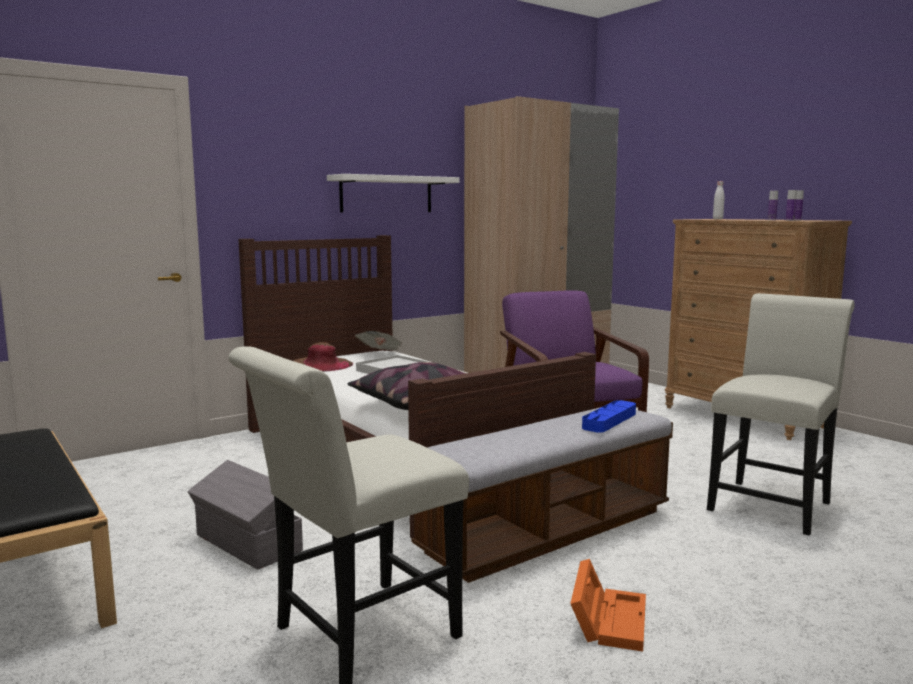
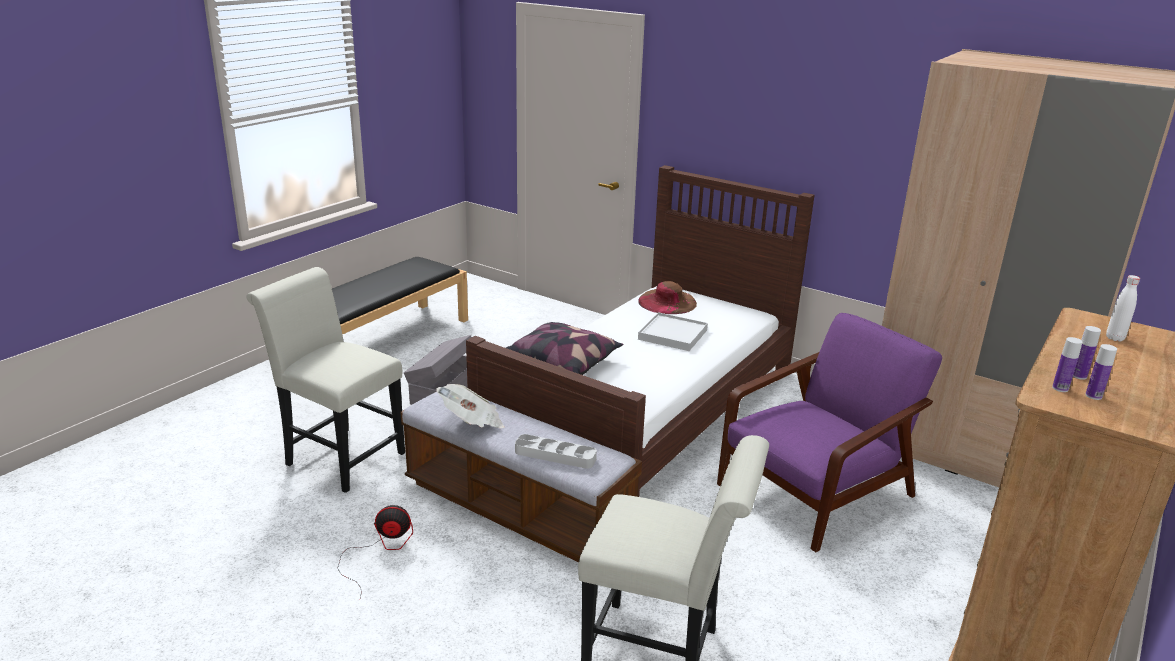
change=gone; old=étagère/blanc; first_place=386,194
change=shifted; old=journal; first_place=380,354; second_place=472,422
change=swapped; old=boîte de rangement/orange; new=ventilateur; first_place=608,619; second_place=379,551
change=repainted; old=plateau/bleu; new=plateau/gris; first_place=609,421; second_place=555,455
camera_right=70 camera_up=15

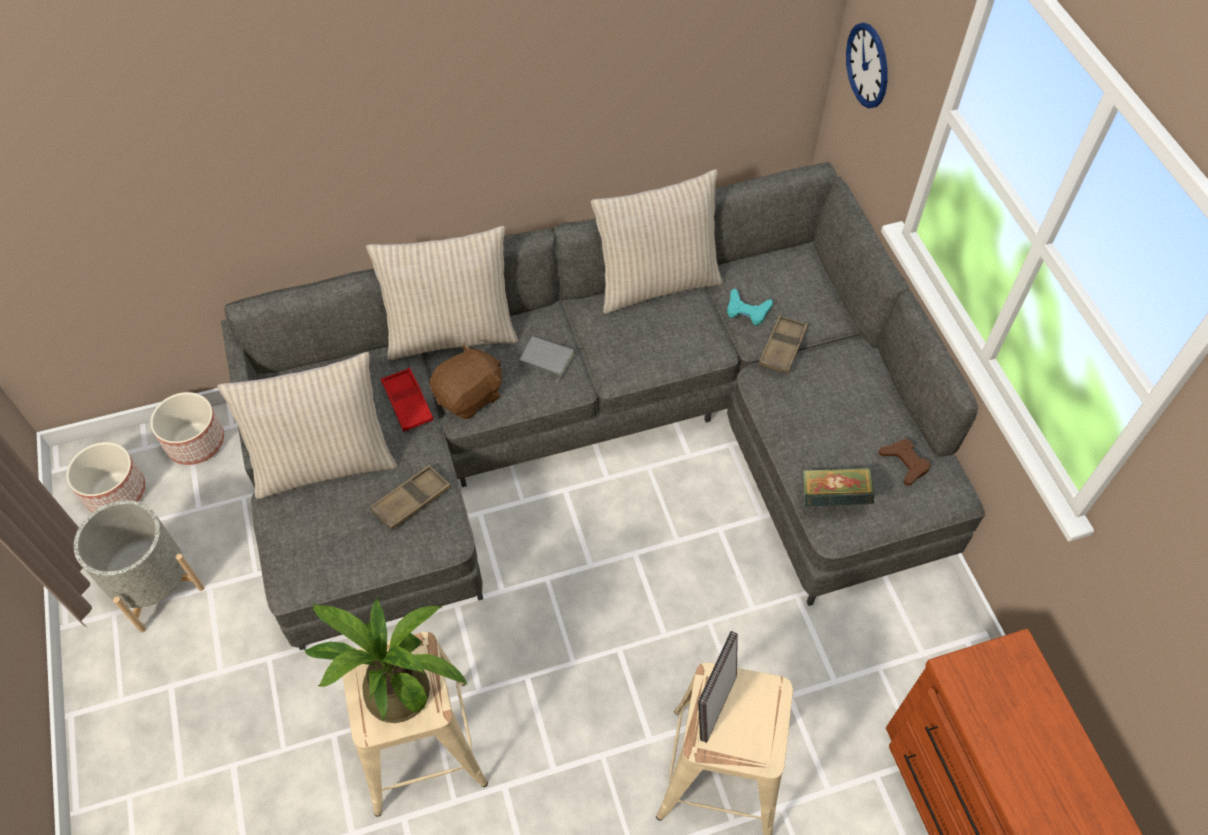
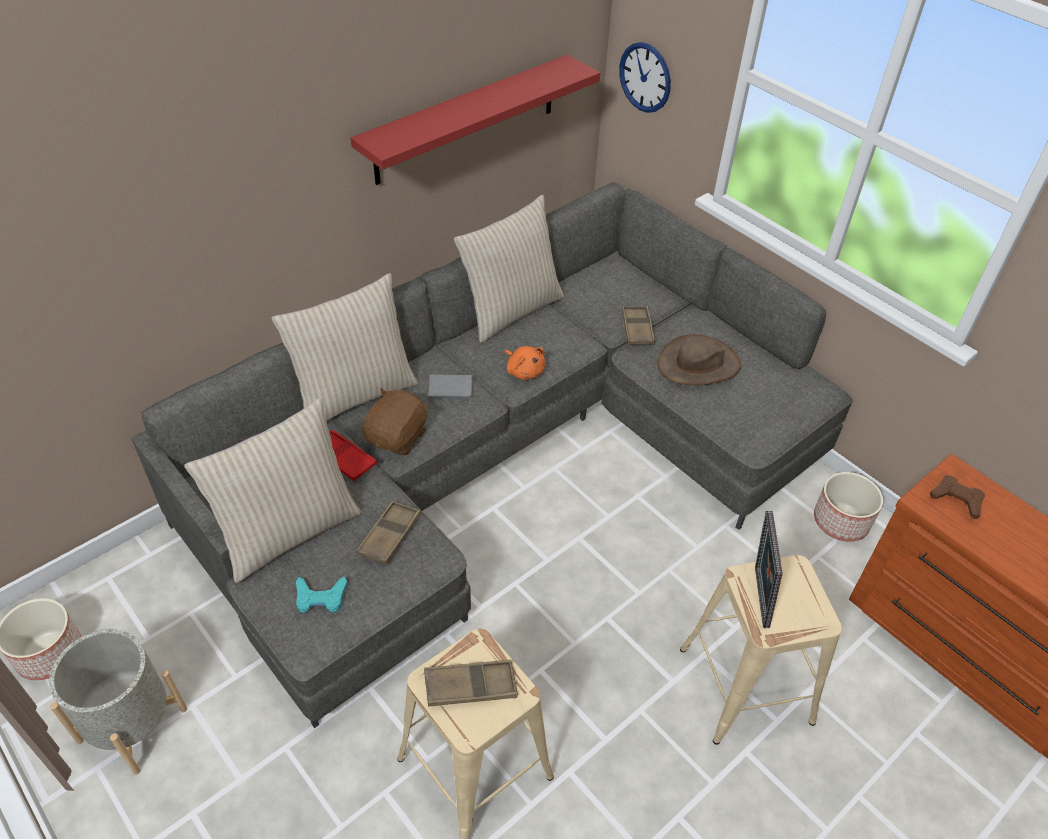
change=gone; old=livre; first_place=833,498
change=new; new=étagère/rouge; second_place=466,120
change=new; new=peluche/orange; second_place=524,371
change=new; new=chapeau/marron; second_place=699,365
change=shifted; old=cache-pot; first_place=196,441; second_place=840,520
change=shifted; old=manette/turquoise; first_place=747,310; second_place=320,598
change=shifted; old=manette/marron; first_place=904,463; second_place=957,499
change=swapped; old=plante en pot; new=plateau/marron; first_place=393,686; second_place=470,686
camera_right=-25 camera_up=-10

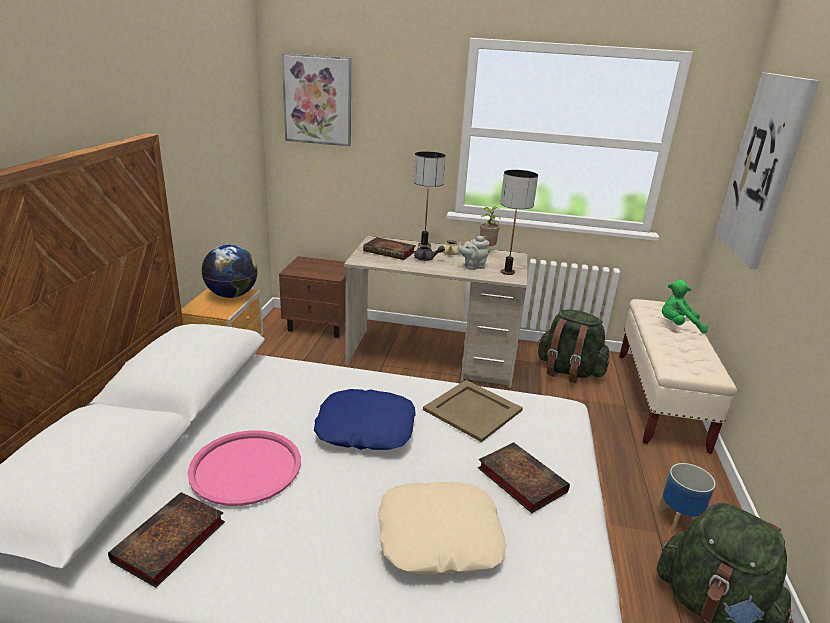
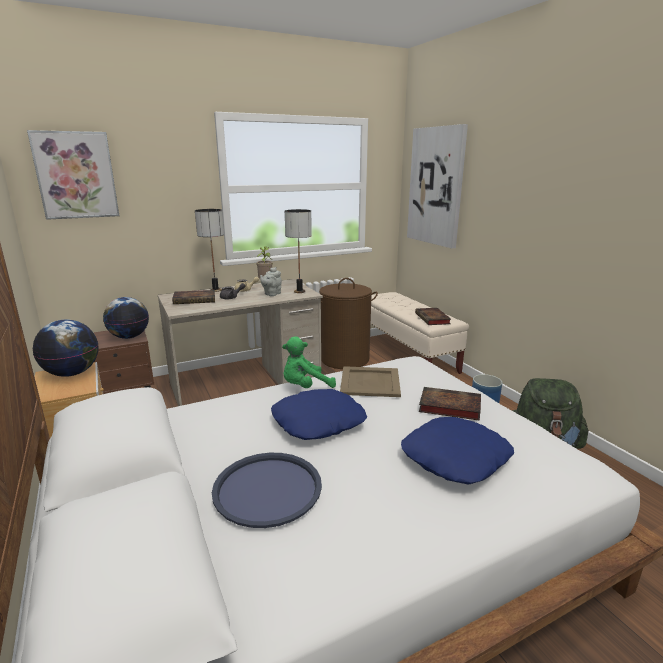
change=new; new=globe; second_place=129,337
change=shifted; old=livre; first_place=168,544; second_place=433,319
change=shifted; old=peluche/vert; first_place=678,325; second_place=305,387
change=swapped; old=sac à dos/vert; new=panier à linge/marron; first_place=568,372; second_place=344,359
change=repainted; old=plateau/rose; new=plateau/bleu; first_place=245,468; second_place=267,489
change=repainted; old=coussin/beige; new=coussin/bleu; first_place=439,535; second_place=454,457
camera_right=-35 camera_up=-5

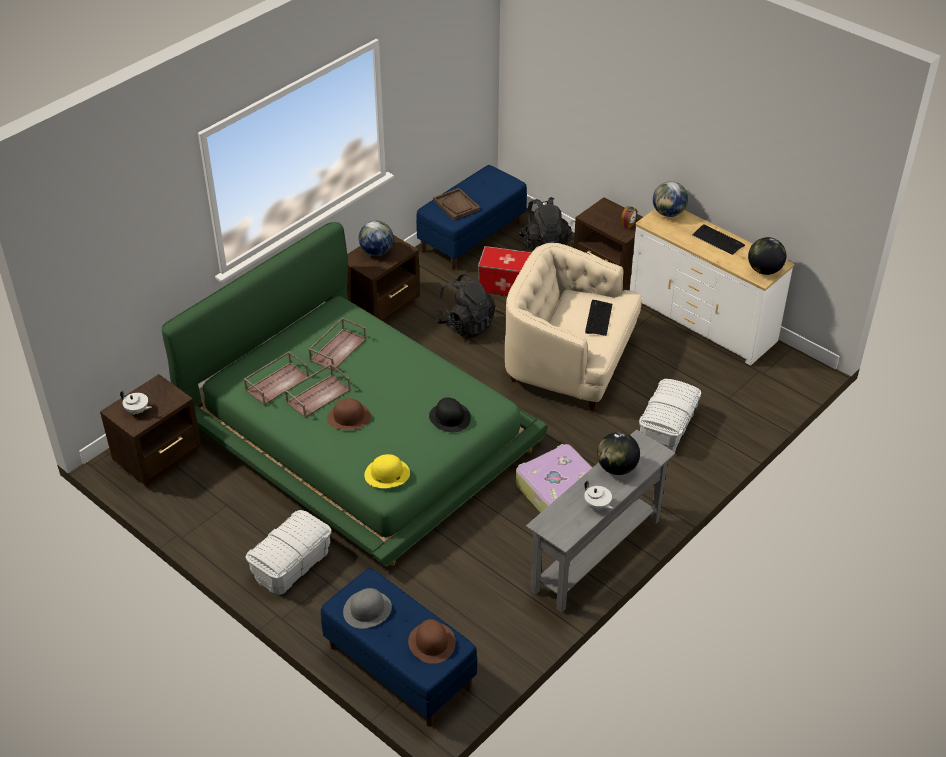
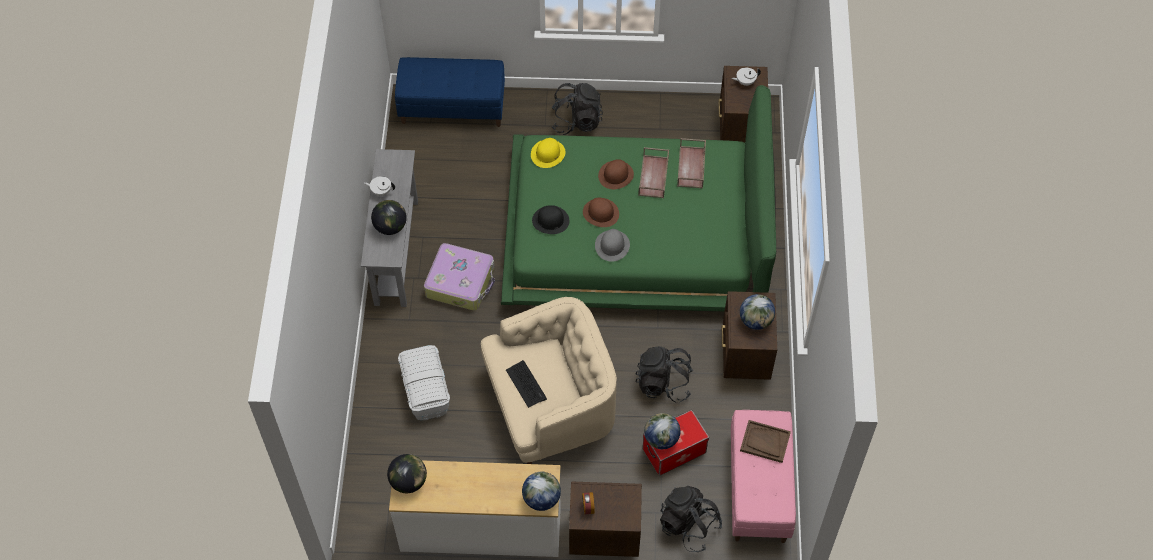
change=gone; old=plateau/marron; first_place=338,349
change=gone; old=clavier; first_place=718,240
change=new; new=globe; second_place=661,439
change=shifted; old=chapeau/gris; first_place=367,609; second_place=612,245
change=shifted; old=chapeau/marron; first_place=431,642; second_place=601,213
change=swapped; old=boîte de rangement/blanc; new=sac à dos/noir; first_place=292,565; second_place=576,121
change=repainted; old=banc/bleu; new=banc/rose; first_place=472,237; second_place=759,489
camera_right=140 camera_up=15

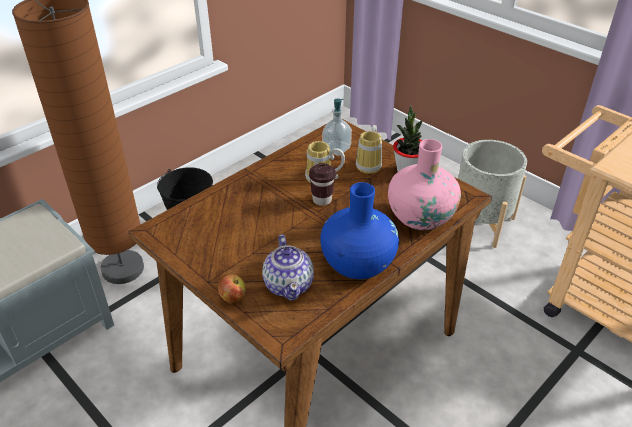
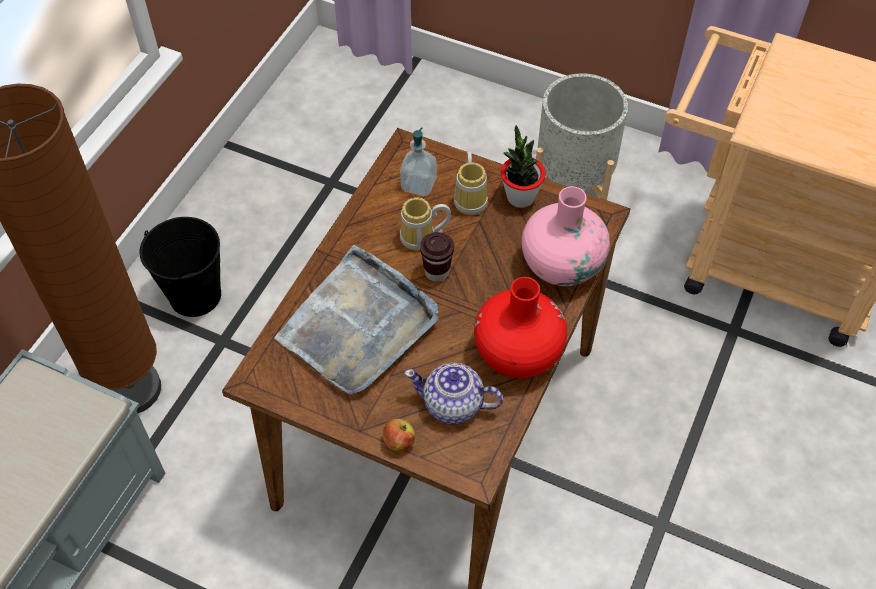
change=new; new=plateau/gris; second_place=358,325
change=repainted; old=vase/bleu; new=vase/rouge; first_place=357,264; second_place=517,353
change=rotated; old=théière; first_place=289,284; second_place=453,405; degrees=135
camera_right=-20 camera_up=15

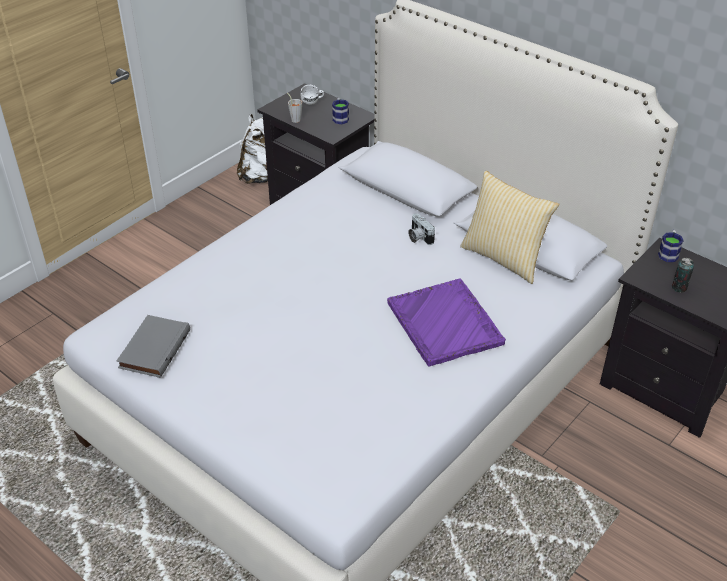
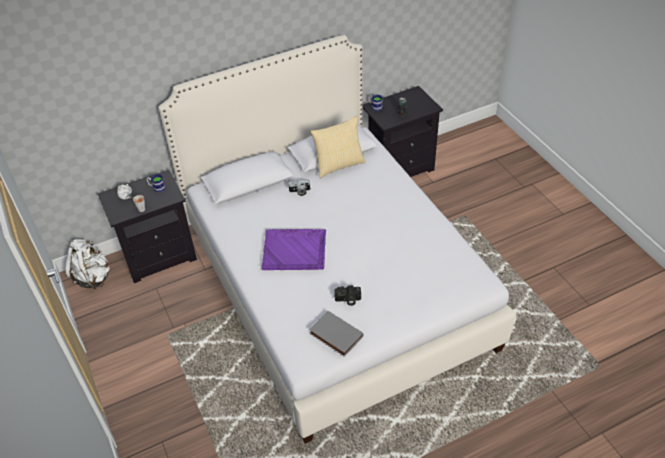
change=new; new=appareil photo; second_place=348,300
change=shifted; old=plateau/violet; first_place=445,324; second_place=295,250
camera_right=-65 camera_up=5

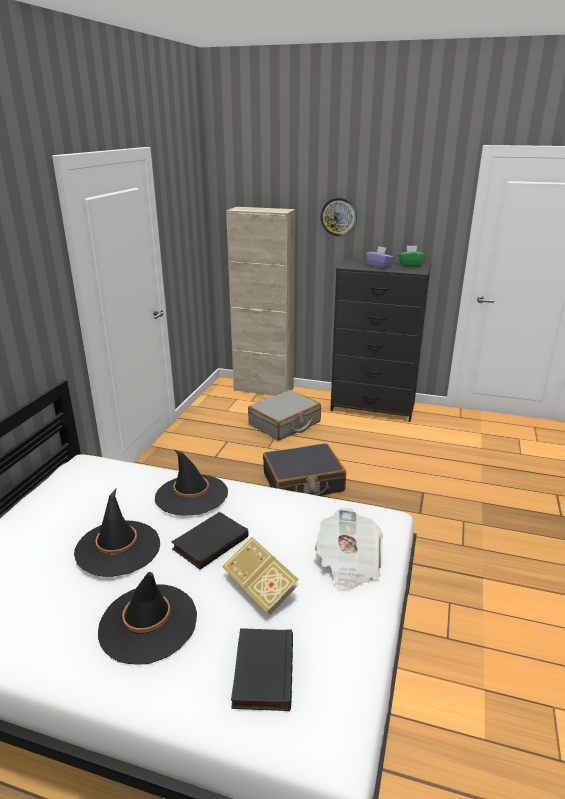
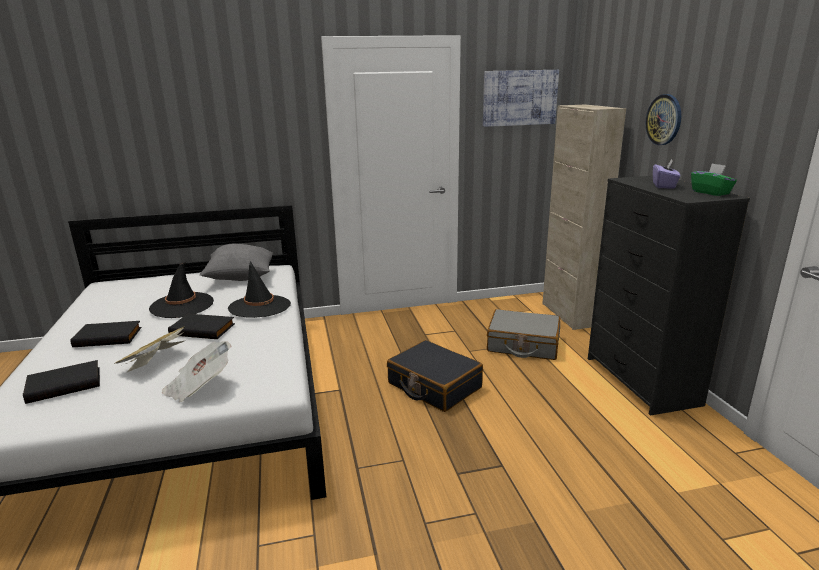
change=new; new=coussin/gris; second_place=240,278
change=new; new=tableau; second_place=519,98
change=swapped; old=chapeau/noir; new=livre/noir; first_place=148,623; second_place=109,336
camera_right=60 camera_up=-5

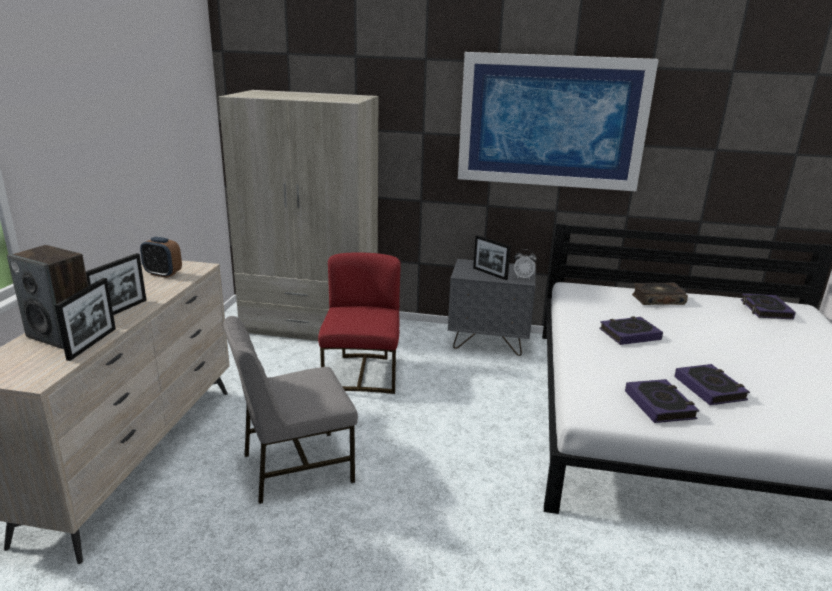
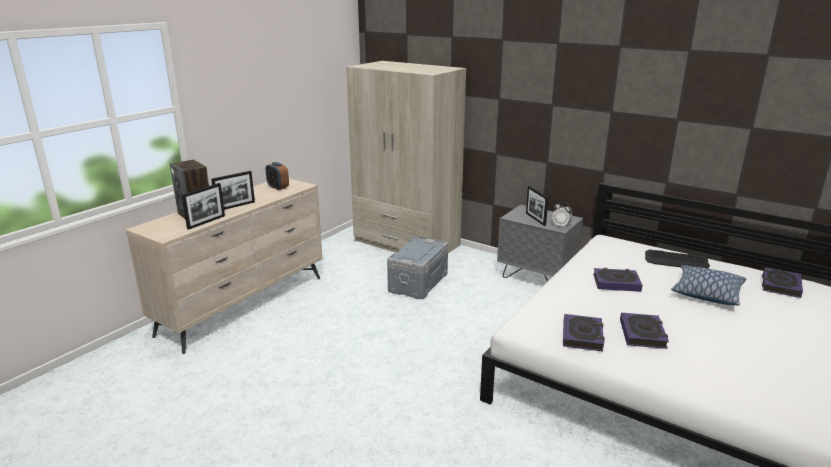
change=gone; old=chaise/gris; first_place=295,467
change=gone; old=tableau; first_place=551,122
change=new; new=coussin; second_place=706,293
change=swapped; old=chaise/rouge; new=boîte de rangement/gris; first_place=362,373; second_place=419,282
change=swapped; old=livre; new=clavier; first_place=657,299; second_place=676,261
camera_right=25 camera_up=0

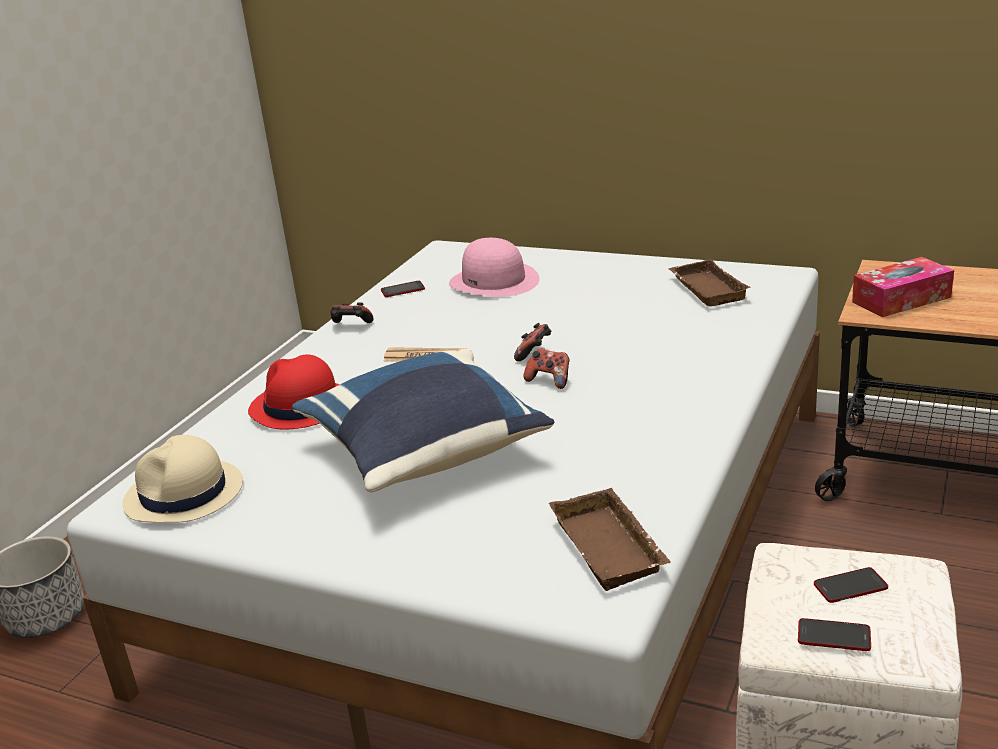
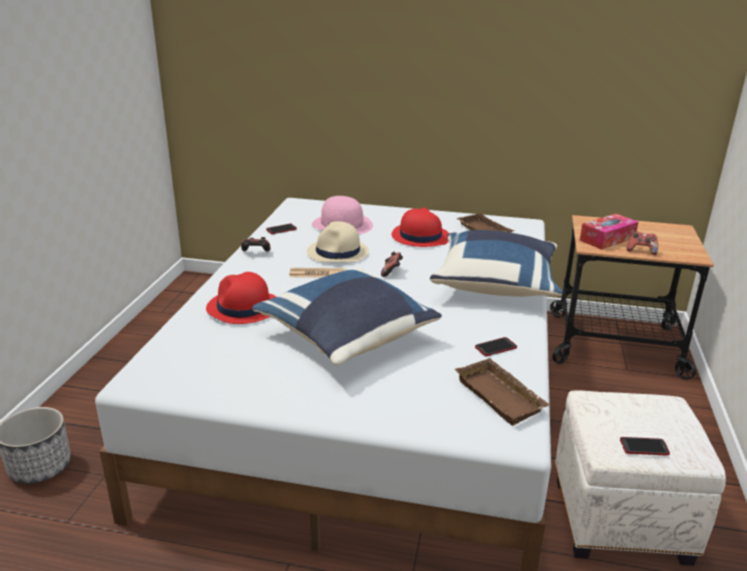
change=new; new=chapeau/rouge; second_place=420,236
change=new; new=coussin/bleu; second_place=496,284
change=shifted; old=chapeau/beige; first_place=184,495; second_place=338,252
change=shifted; old=manette; first_place=549,381; second_place=641,251
change=shifted; old=téléphone; first_place=850,586; second_place=495,347
camera_right=-15 camera_up=0

